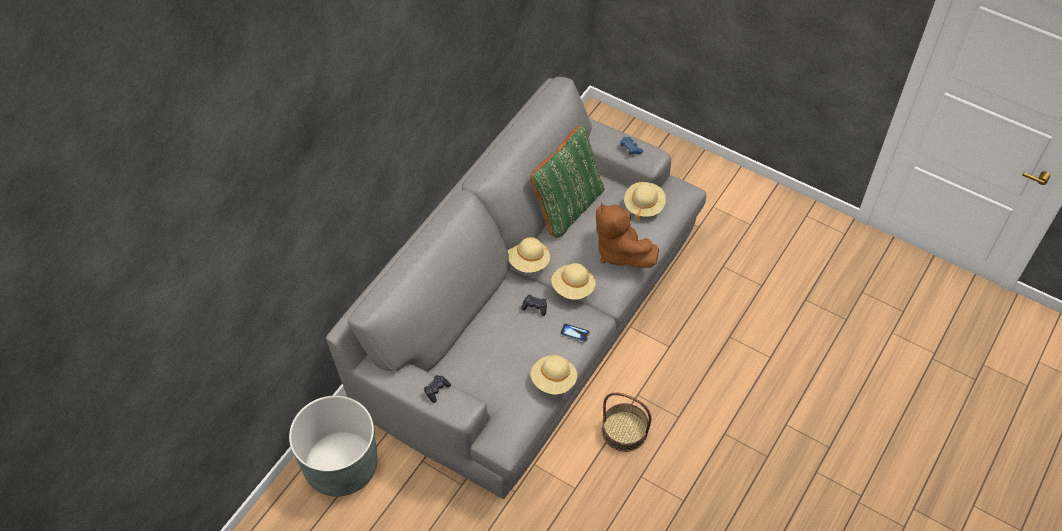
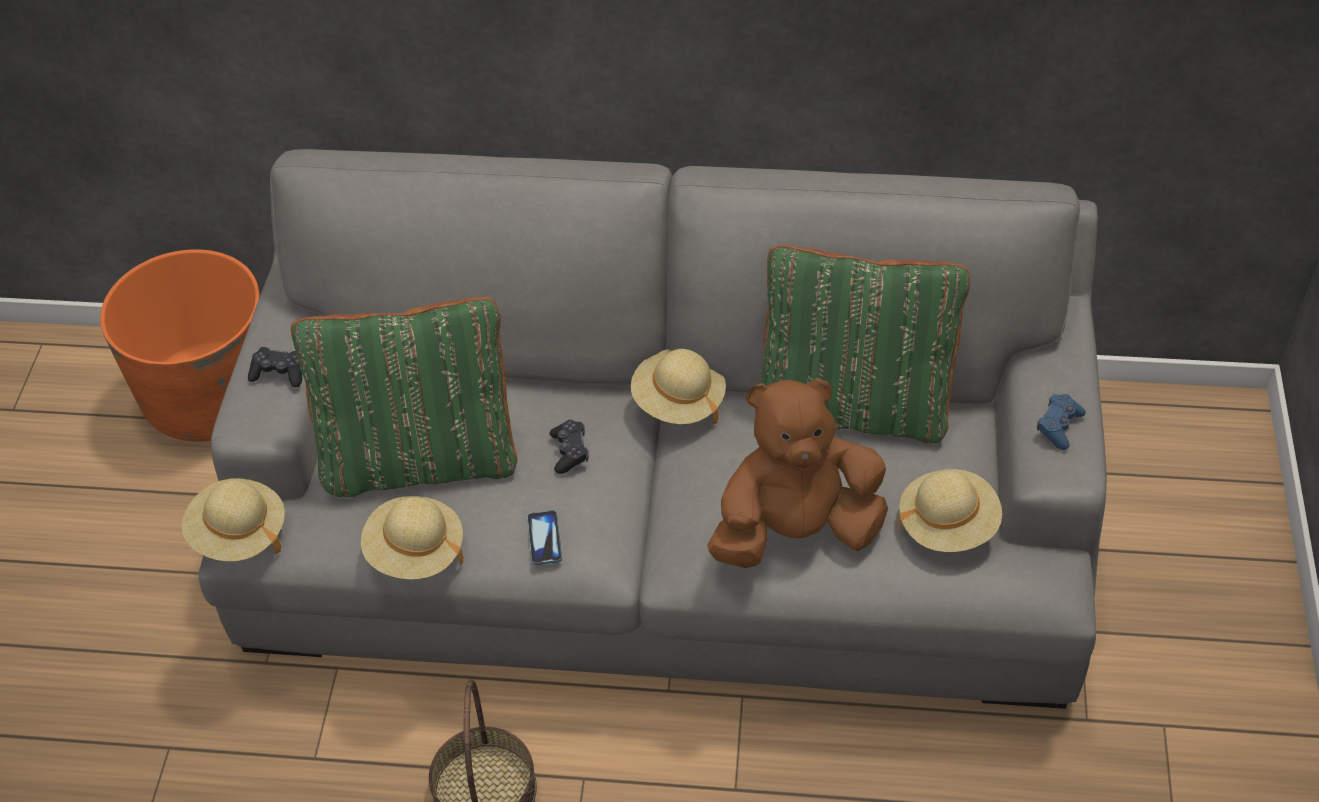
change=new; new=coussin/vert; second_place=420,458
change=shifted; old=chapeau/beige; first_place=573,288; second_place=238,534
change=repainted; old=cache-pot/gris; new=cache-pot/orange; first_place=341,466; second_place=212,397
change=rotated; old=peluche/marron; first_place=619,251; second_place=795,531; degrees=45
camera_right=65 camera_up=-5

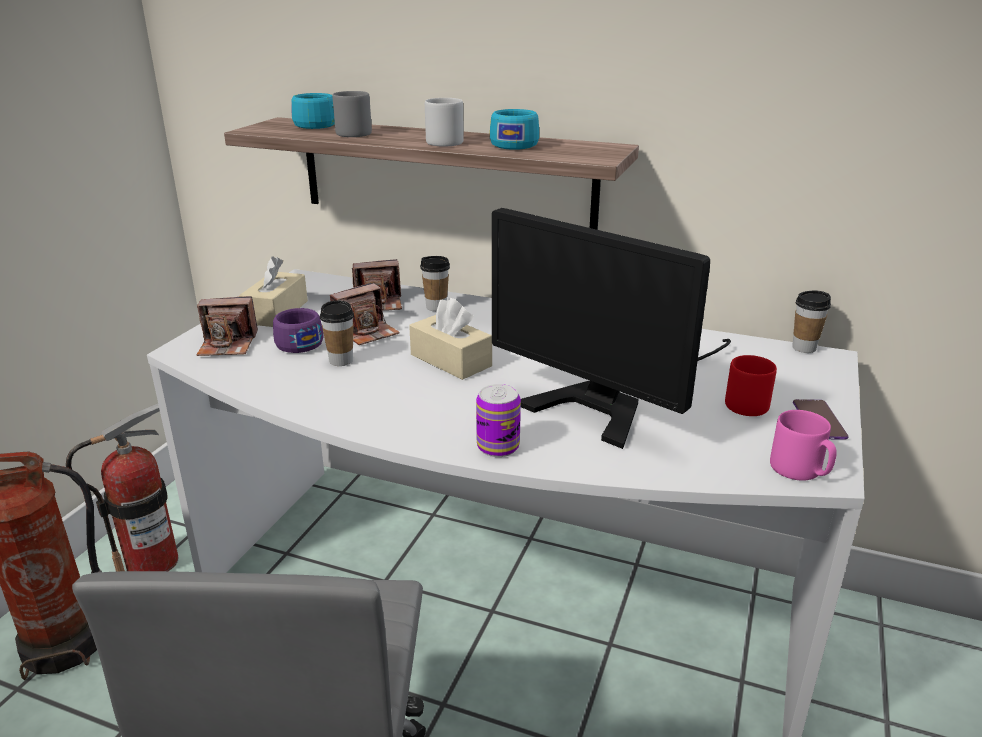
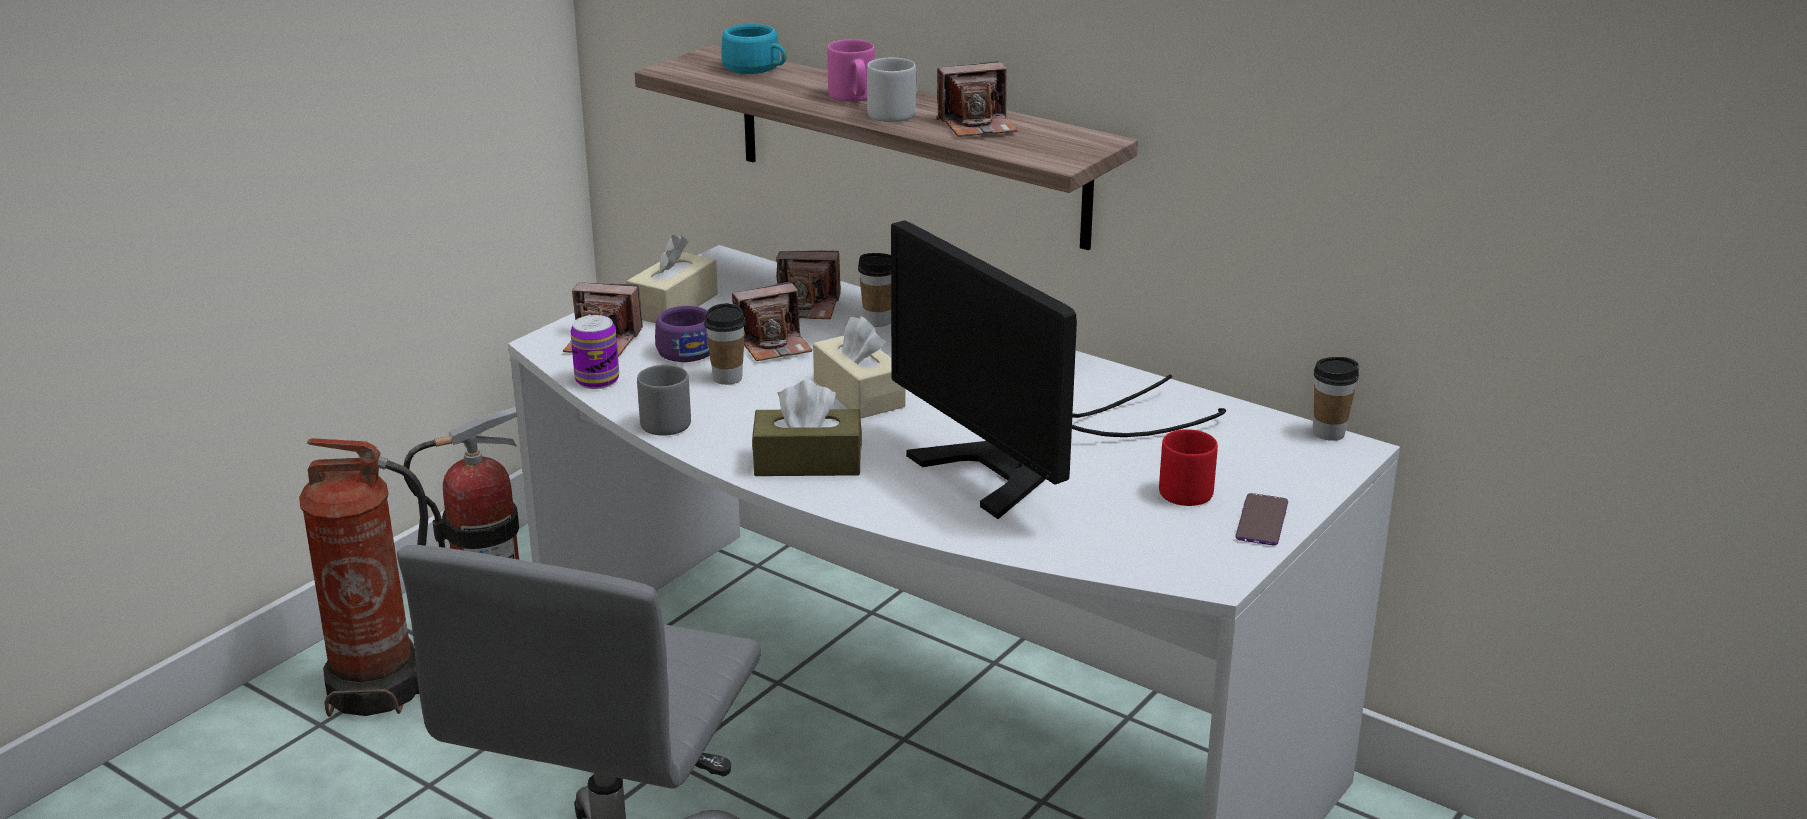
change=new; new=boîte à mouchoirs/marron; second_place=807,462
change=shifted; old=mug/gris; first_place=355,133; second_place=669,421
change=shifted; old=boîte métallique; first_place=498,447; second_place=597,380
change=shifted; old=mug/rose; first_place=800,471; second_place=853,97
change=swapped; old=tasse/turquoise; new=appareil photo; first_place=515,144; second_place=977,125
camera_right=15 camera_up=0

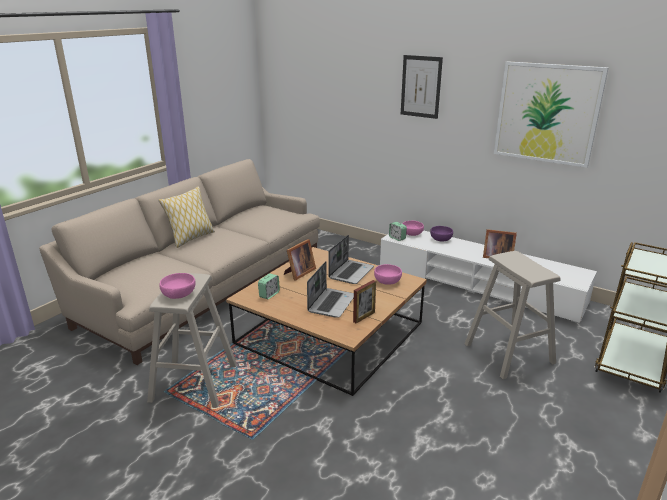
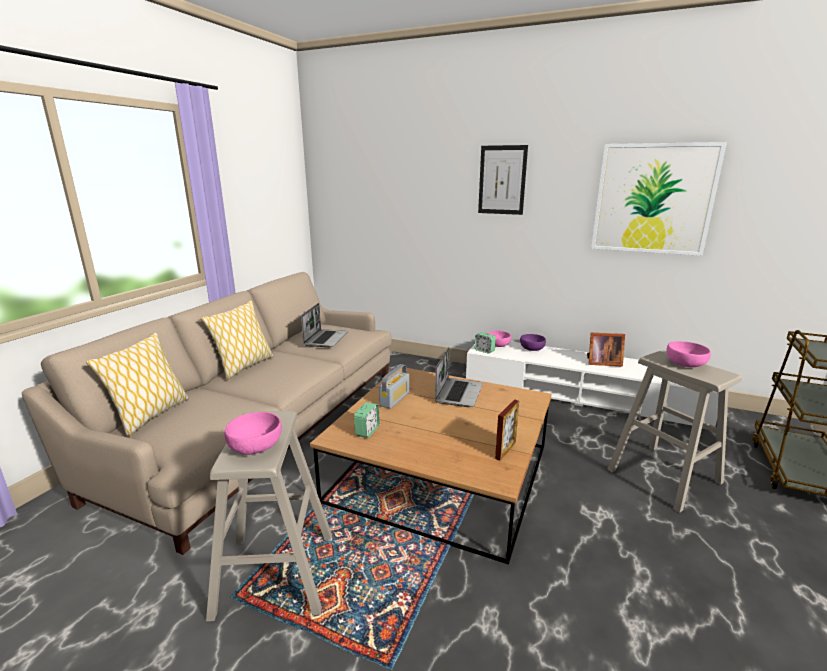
change=new; new=coussin; second_place=150,415
change=shifted; old=ordinateur portable; first_place=331,303; second_place=326,339
change=shifted; old=bol/rose; first_place=387,281; second_place=684,363
change=swapped; old=cadre photo; new=radio; first_place=299,273; second_place=394,399
camera_right=-10 camera_up=-5

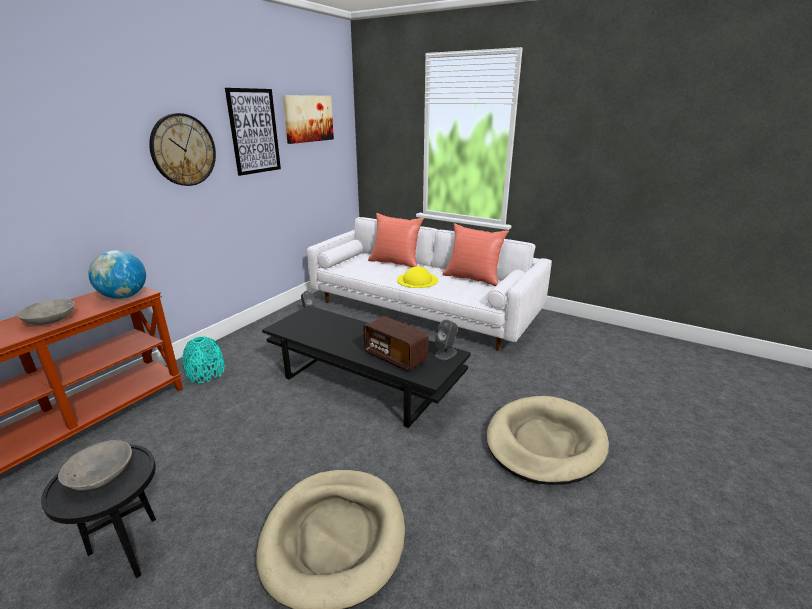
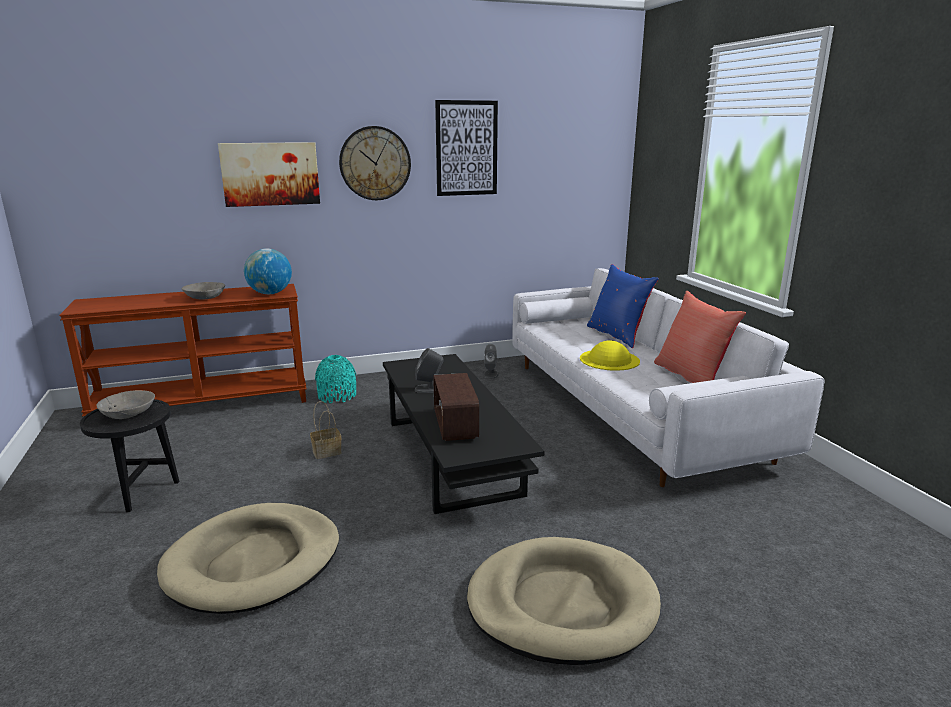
change=new; new=panier; second_place=327,451
change=shifted; old=tableau; first_place=308,118; second_place=270,174
change=shifted; old=enceinte/gris; first_place=446,353; second_place=429,389
change=repainted; old=coussin/rouge; new=coussin/bleu; first_place=395,262; second_place=618,335
camera_right=40 camera_up=-5

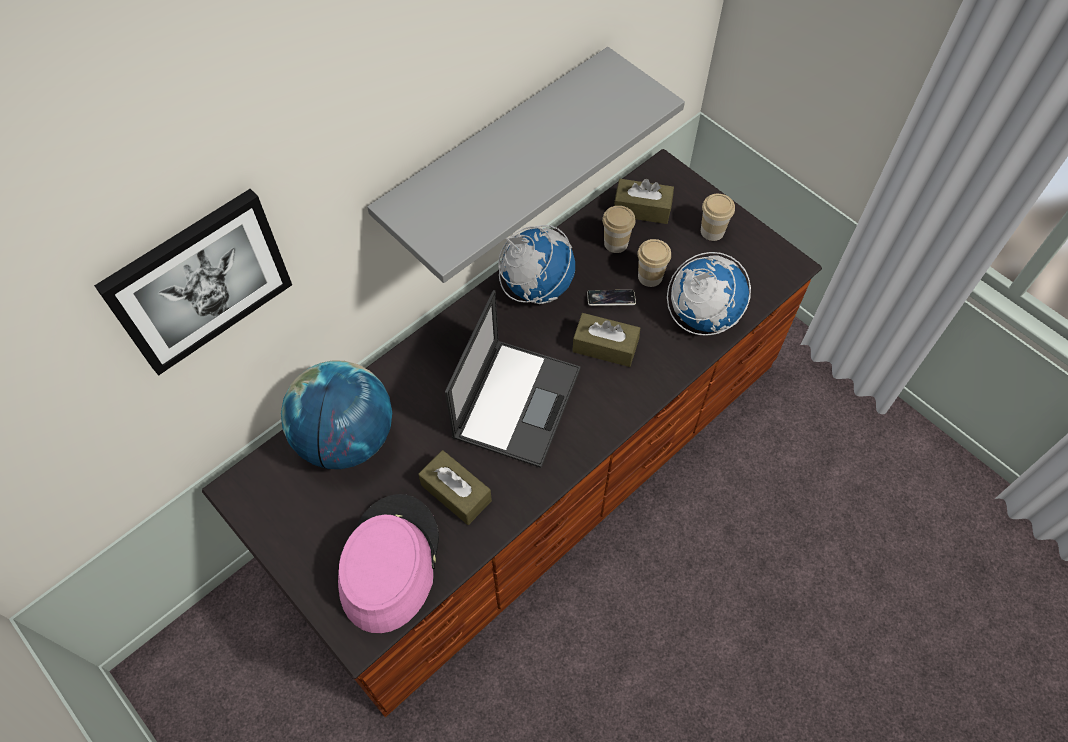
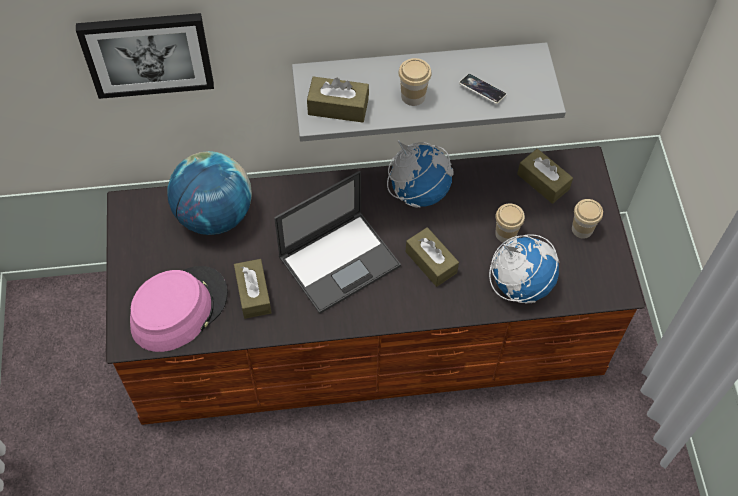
change=new; new=boîte à mouchoirs/marron; second_place=338,107
change=shifted; old=téléphone; first_place=611,299; second_place=482,90
change=shifted; old=tasse; first_place=616,243; second_place=413,96
camera_right=35 camera_up=0

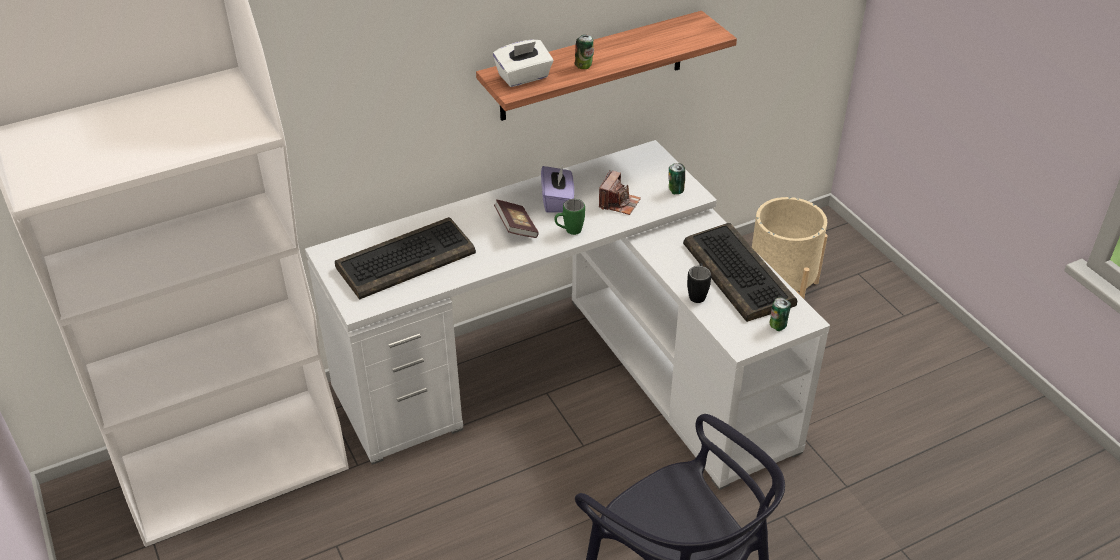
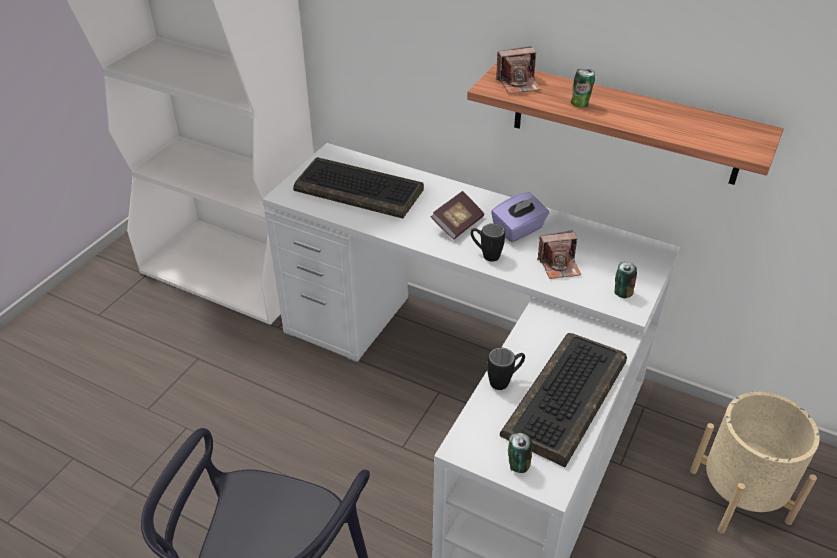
change=swapped; old=boîte à mouchoirs/blanc; new=appareil photo; first_place=524,77; second_place=518,84
change=repainted; old=mug/vert; new=mug/noir; first_place=569,231; second_place=486,255
camera_right=55 camera_up=0

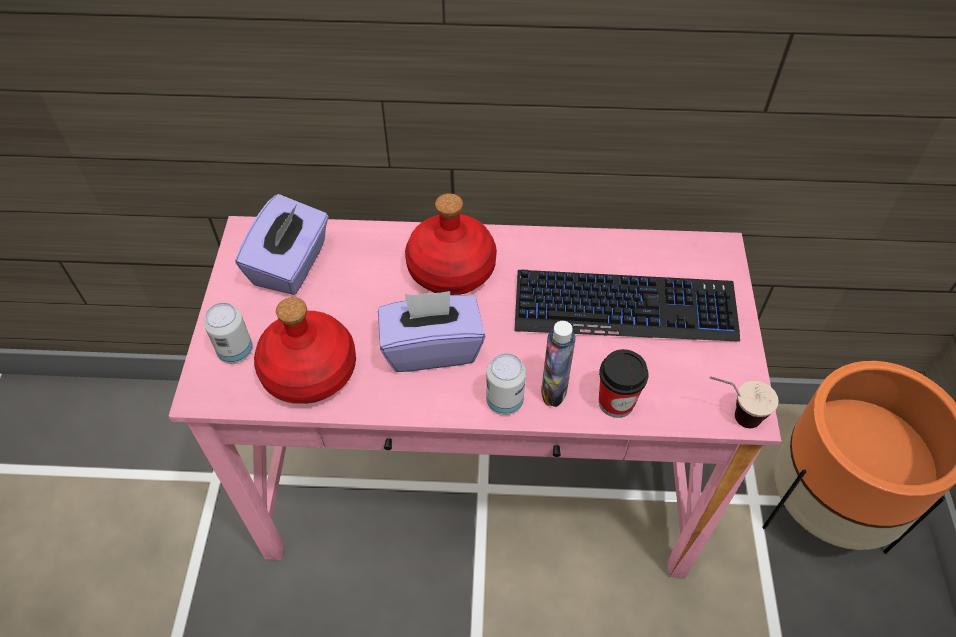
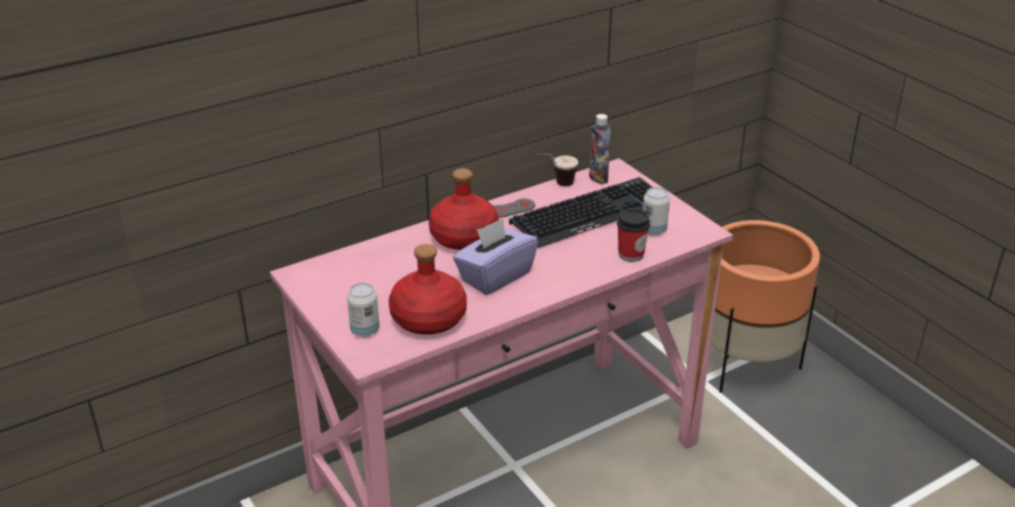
change=gone; old=boîte à mouchoirs/violet; first_place=291,265
change=new; new=manette/gris; second_place=511,208
change=shifted; old=boîte métallique; first_place=504,401; second_place=653,230
change=shifted; old=bouteille; first_place=554,390; second_place=598,178
change=shifted; old=tasse; first_place=731,415; second_place=556,185
camera_right=-35 camera_up=-20

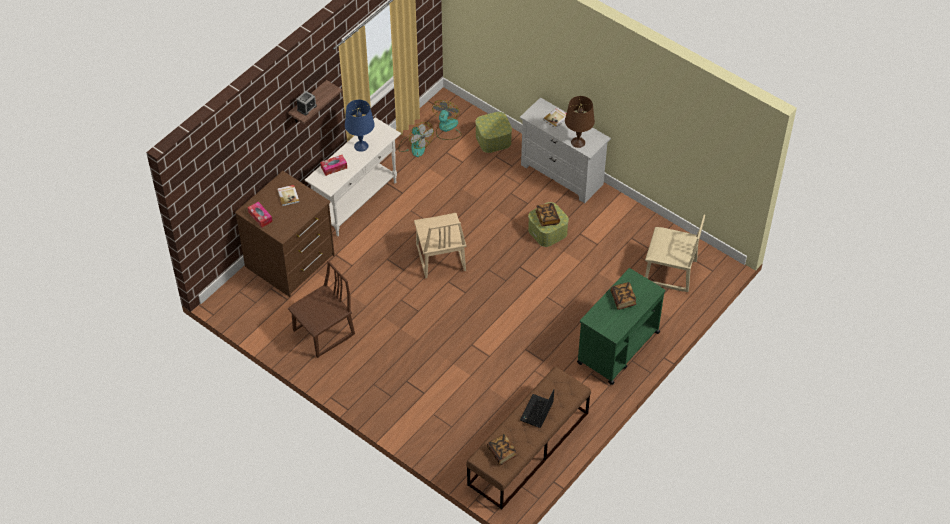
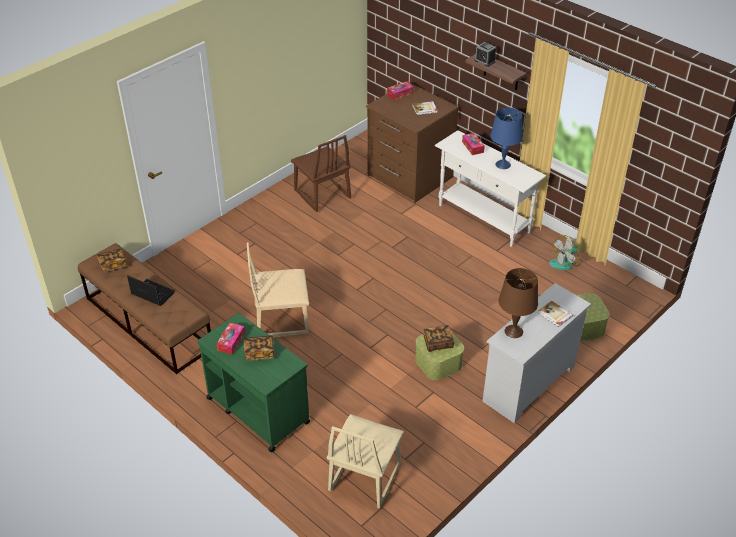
change=gone; old=ventilateur; first_place=447,128
change=new; new=boîte à mouchoirs; second_place=231,342
change=shifted; old=chaise/beige; first_place=440,258; second_place=281,319
camera_right=95 camera_up=-10

